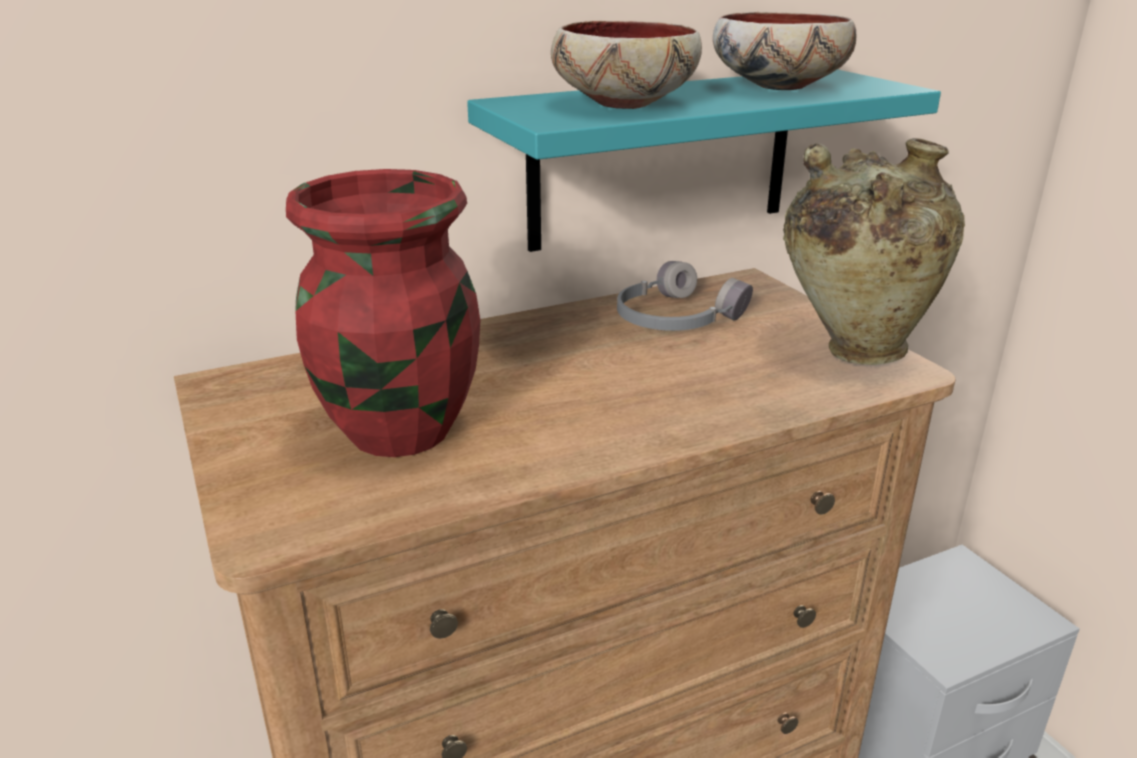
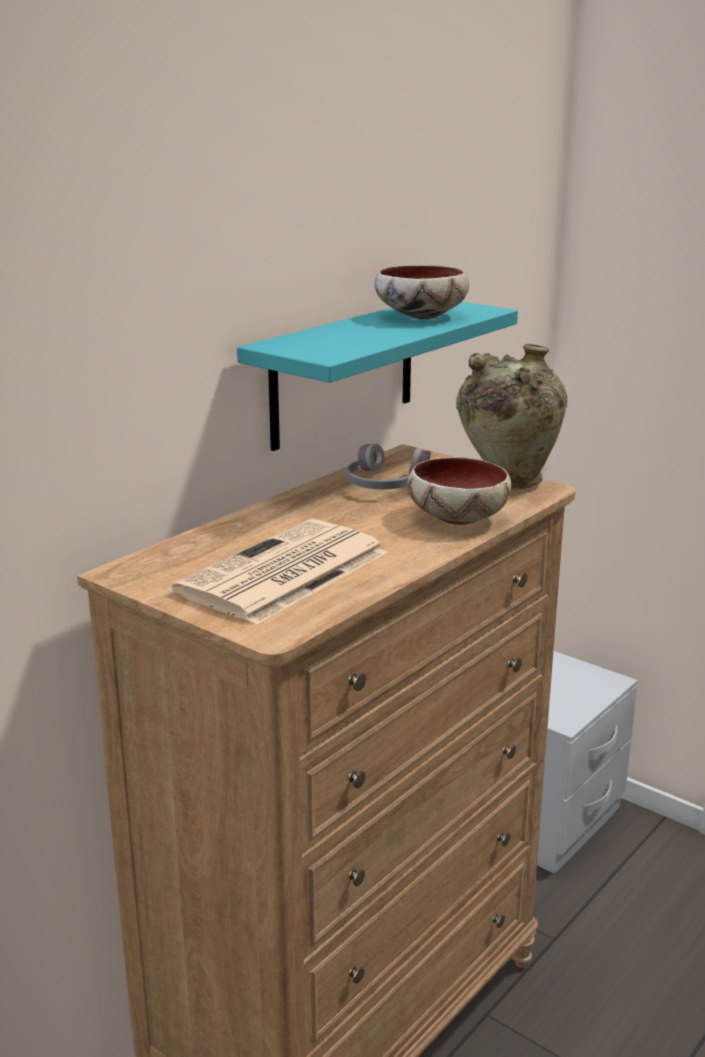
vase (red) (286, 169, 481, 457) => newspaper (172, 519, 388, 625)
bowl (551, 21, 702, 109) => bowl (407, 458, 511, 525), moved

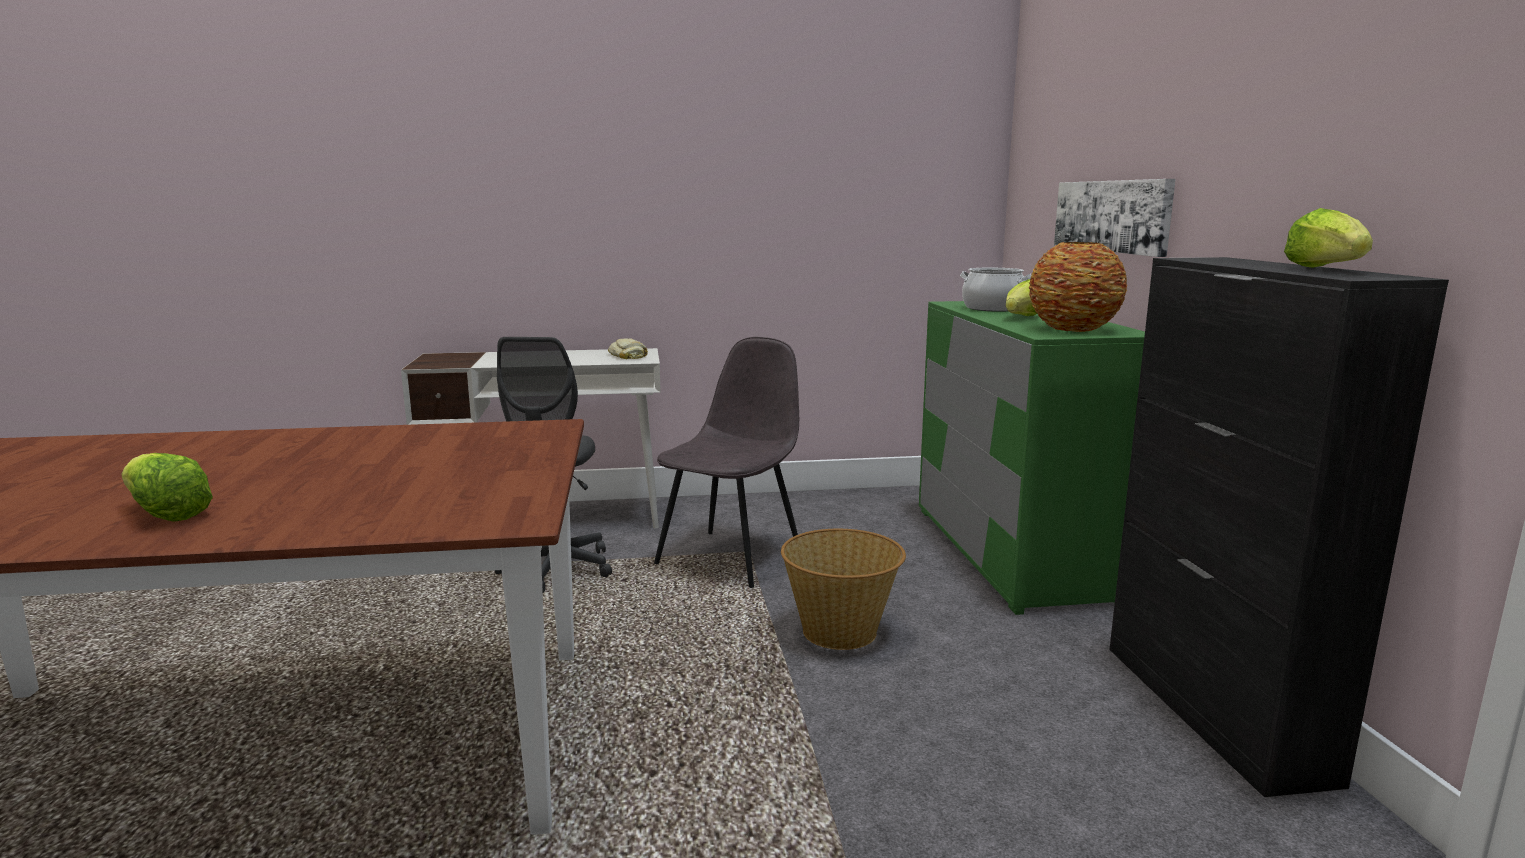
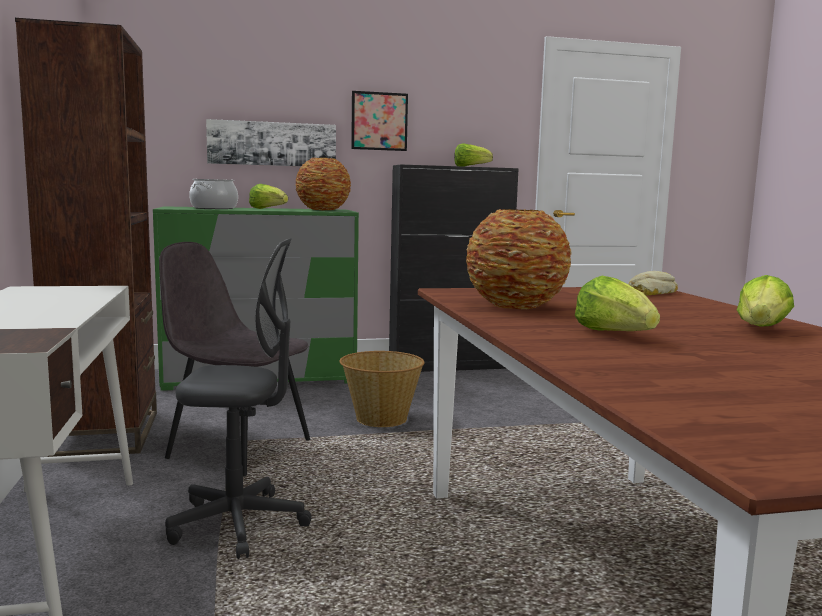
nothing => bookcase (brown) (15, 18, 157, 457)
nothing => picture (351, 91, 408, 151)
nothing => vase (466, 209, 572, 310)
nothing => lettuce (575, 276, 660, 331)
bread (608, 338, 648, 359) => bread (629, 271, 678, 296), moved

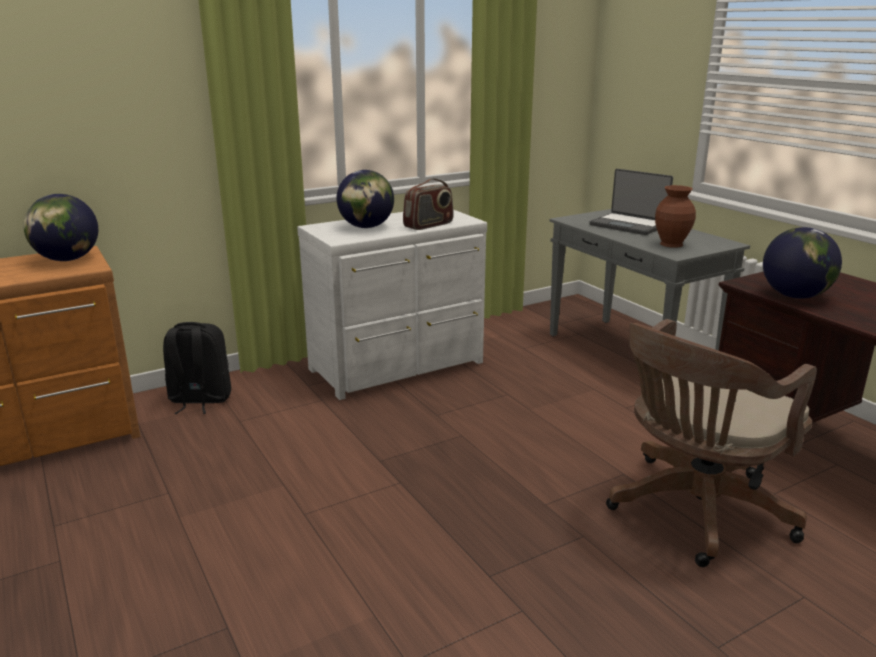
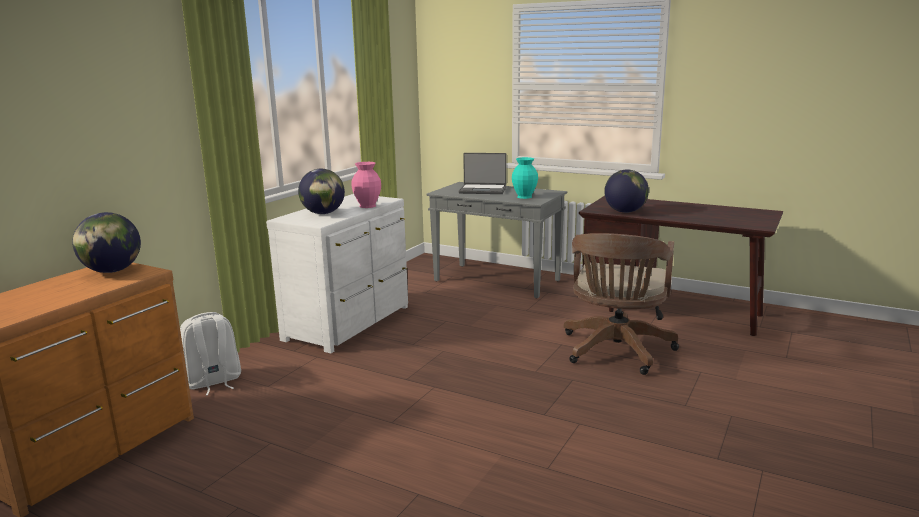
backpack (black) (163, 322, 231, 414) => backpack (white) (180, 312, 241, 396)
radio (403, 178, 453, 230) => vase (pink) (351, 162, 381, 208)
vase (brown) (655, 185, 696, 248) => vase (turquoise) (512, 157, 538, 199)

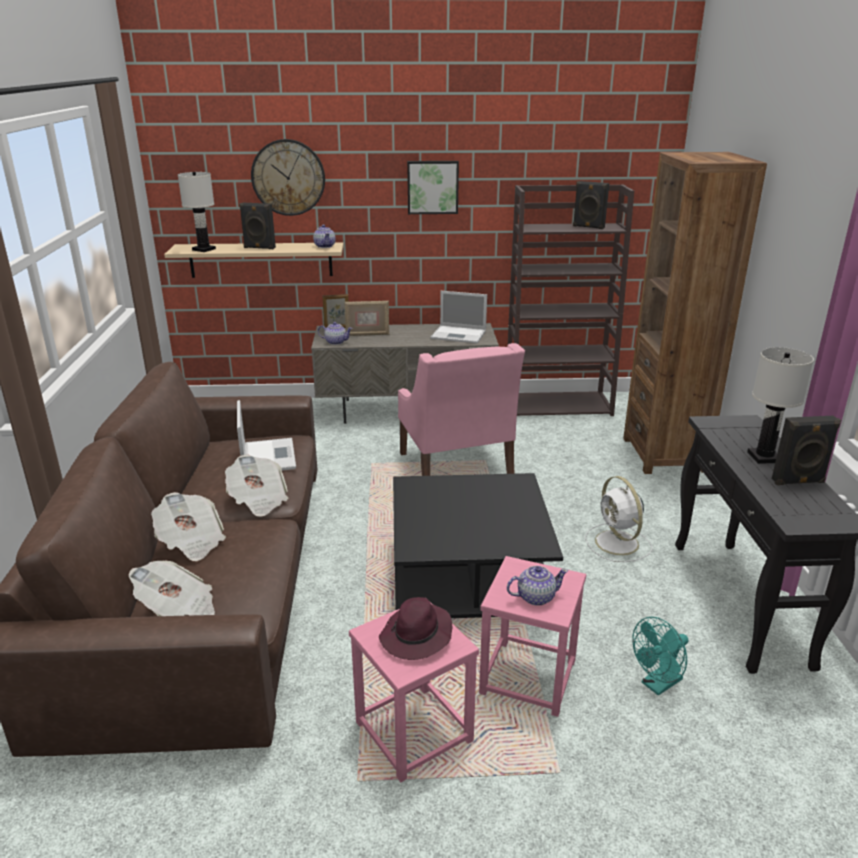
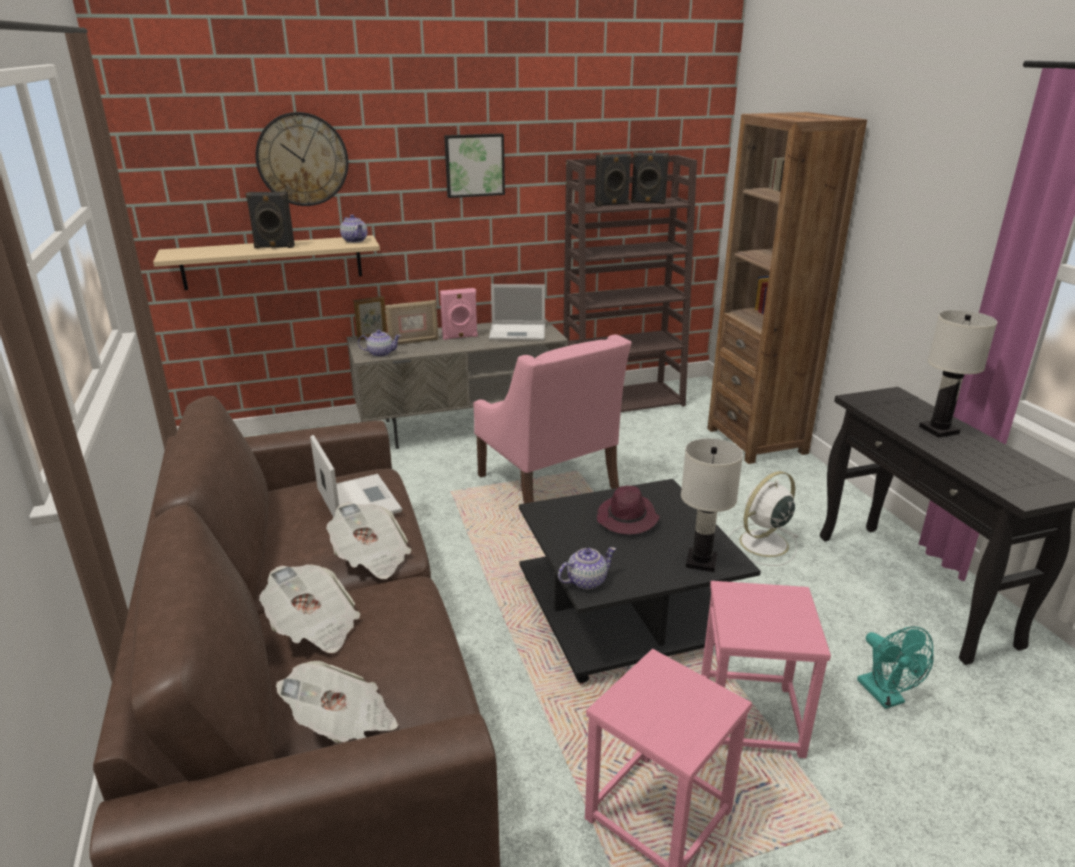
nothing => speaker (pink) (440, 288, 478, 340)
teapot (507, 566, 568, 606) => teapot (558, 547, 616, 589), moved
speaker (black) (772, 415, 841, 485) => speaker (black) (595, 153, 631, 206), moved
hat (purple) (379, 597, 453, 660) => hat (purple) (597, 486, 660, 535), moved
table lamp (white) (178, 172, 216, 252) => table lamp (white) (681, 438, 743, 572), moved
fan (white) (585, 476, 652, 562) => fan (white) (728, 471, 799, 566), 90 degrees clockwise
fan (turquoise) (632, 617, 688, 695) => fan (turquoise) (857, 627, 933, 709), 60 degrees counterclockwise

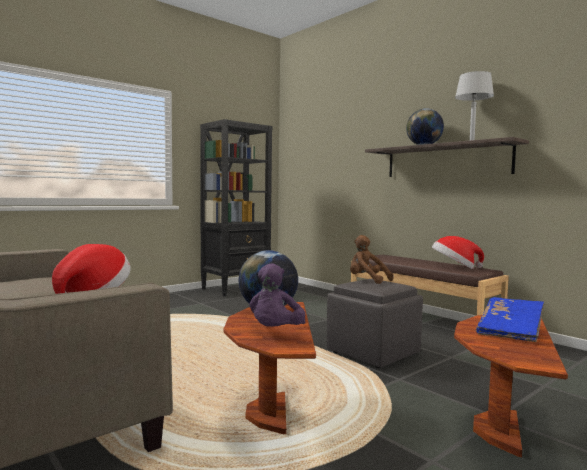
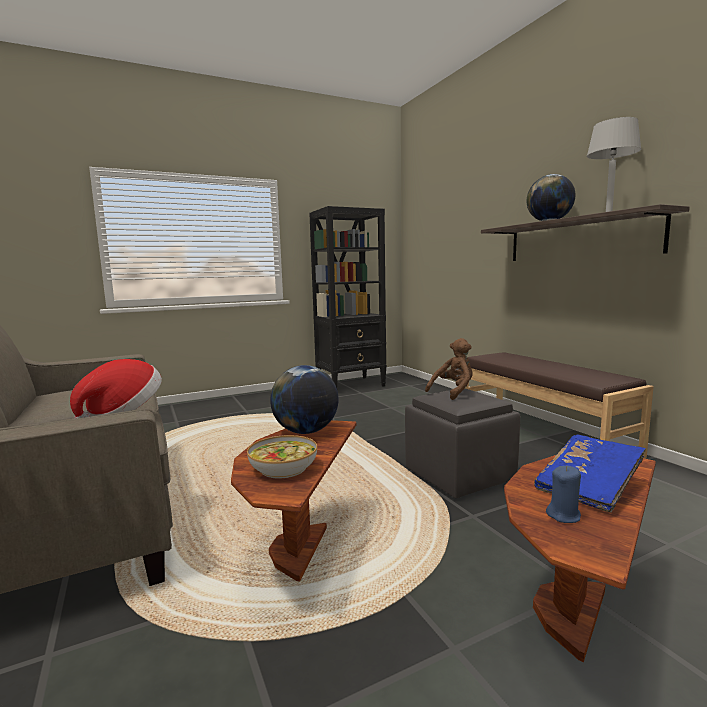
plush toy (purple) (249, 263, 305, 327) => bowl (247, 435, 317, 479)
plush toy (brown) (350, 235, 394, 284) => plush toy (brown) (425, 338, 472, 400), 90 degrees clockwise
nothing => candle (blue) (546, 466, 581, 523)
hat (432, 236, 484, 269) => nothing

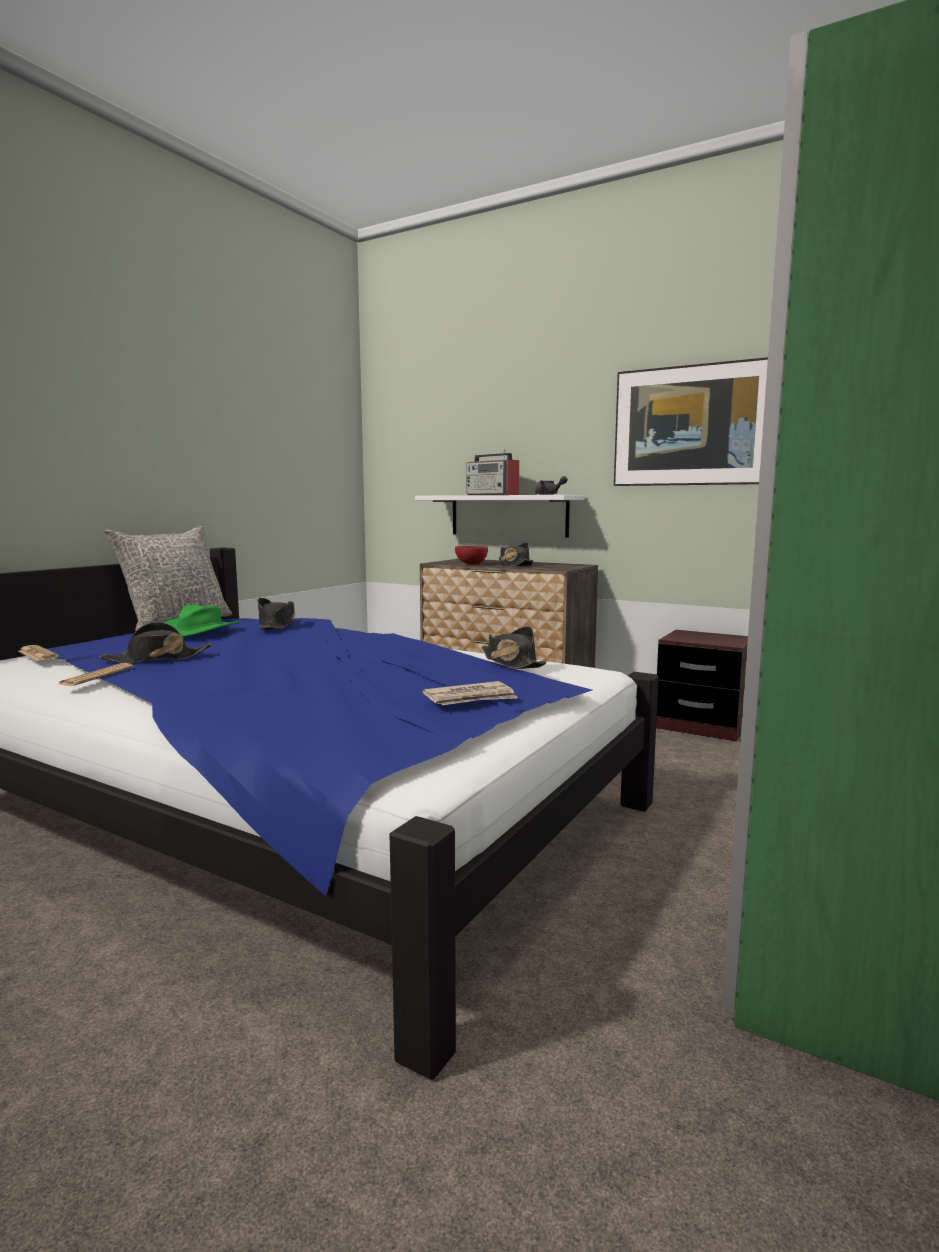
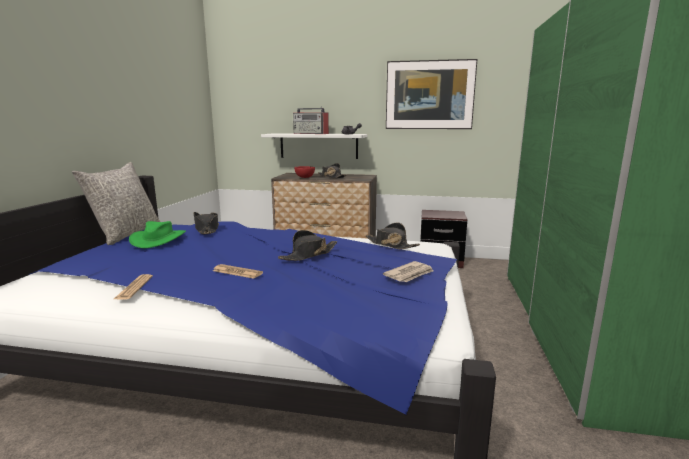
newspaper (18, 645, 59, 661) => newspaper (213, 264, 263, 279), moved
hat (black) (99, 622, 212, 663) => hat (black) (278, 230, 337, 261), moved

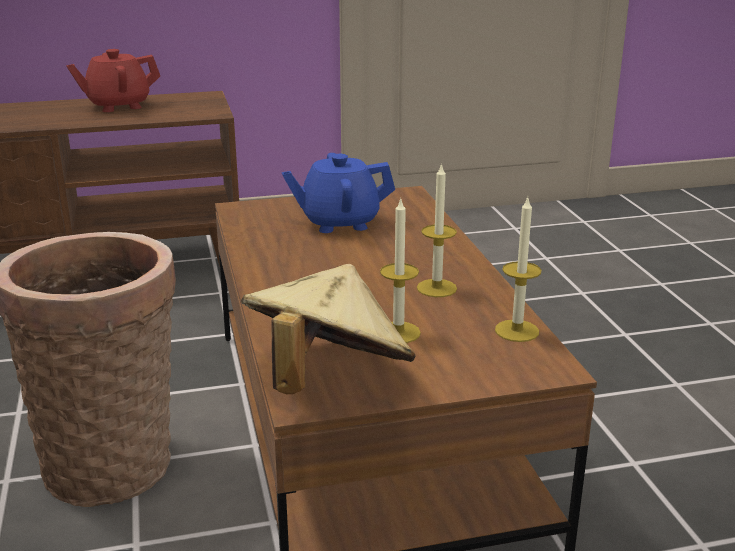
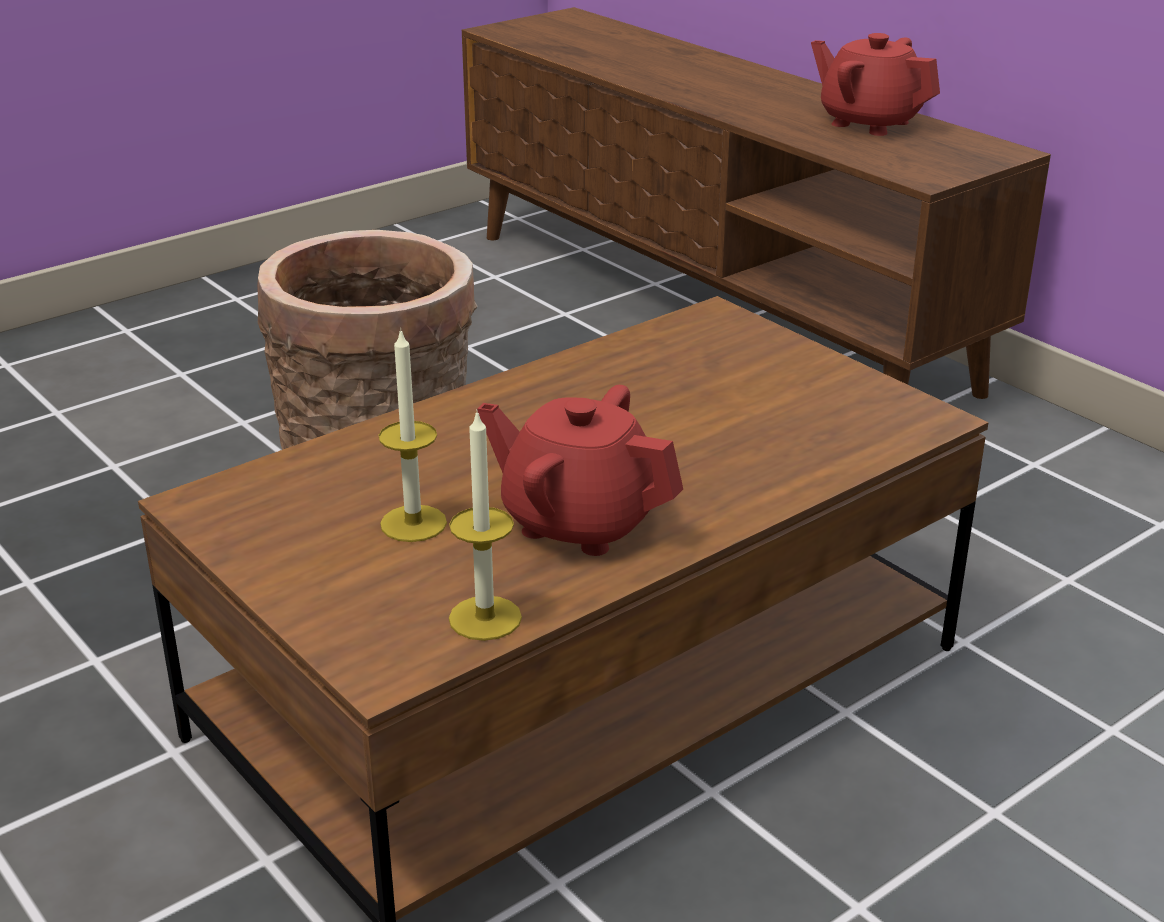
candle (417, 163, 457, 297) => teapot (red) (477, 385, 683, 556)
hat (beige) (241, 264, 416, 394) => nothing
teapot (blue) (282, 153, 395, 233) => nothing

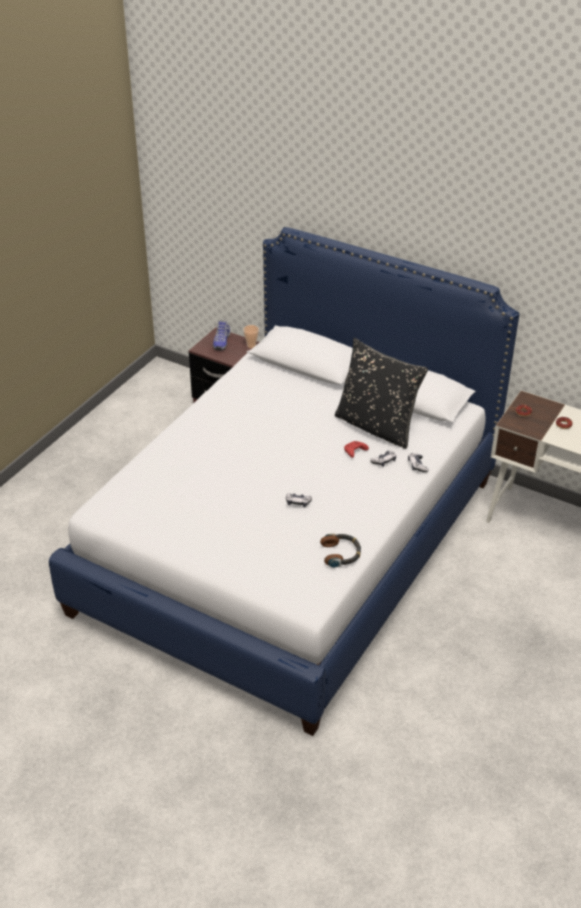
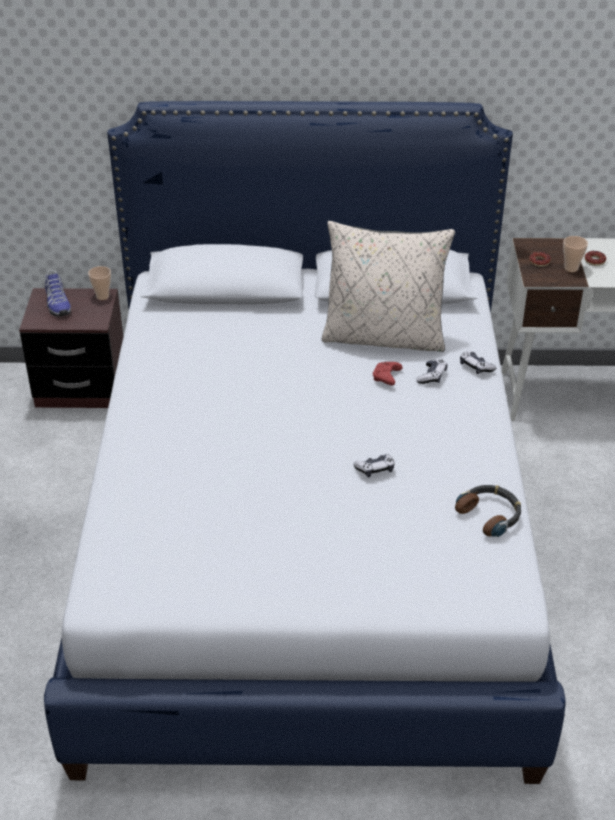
pillow (black) (335, 338, 428, 449) => pillow (beige) (322, 221, 455, 352)
nothing => cup (563, 236, 588, 272)

